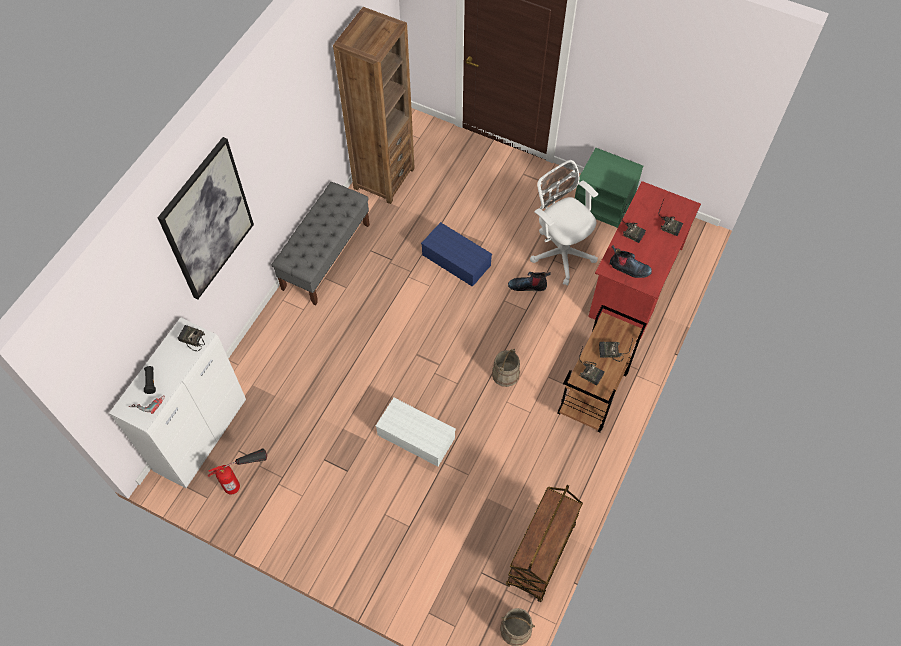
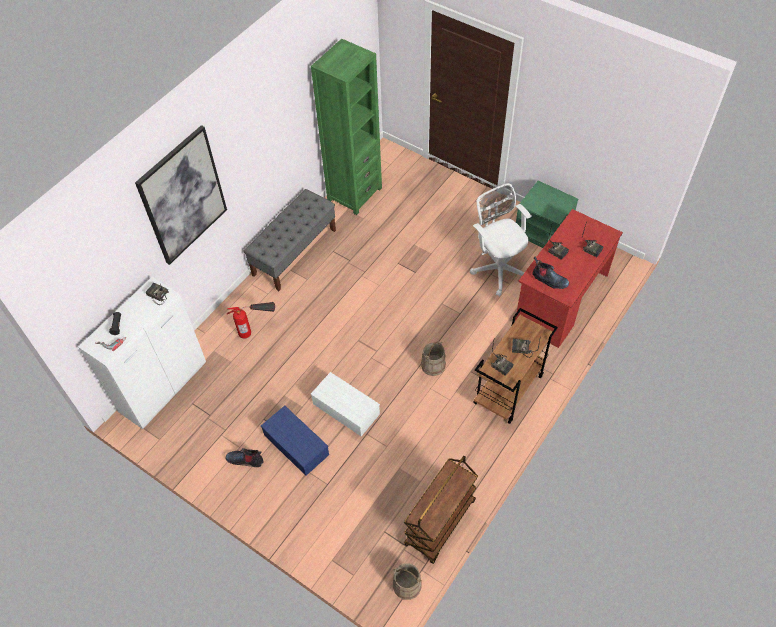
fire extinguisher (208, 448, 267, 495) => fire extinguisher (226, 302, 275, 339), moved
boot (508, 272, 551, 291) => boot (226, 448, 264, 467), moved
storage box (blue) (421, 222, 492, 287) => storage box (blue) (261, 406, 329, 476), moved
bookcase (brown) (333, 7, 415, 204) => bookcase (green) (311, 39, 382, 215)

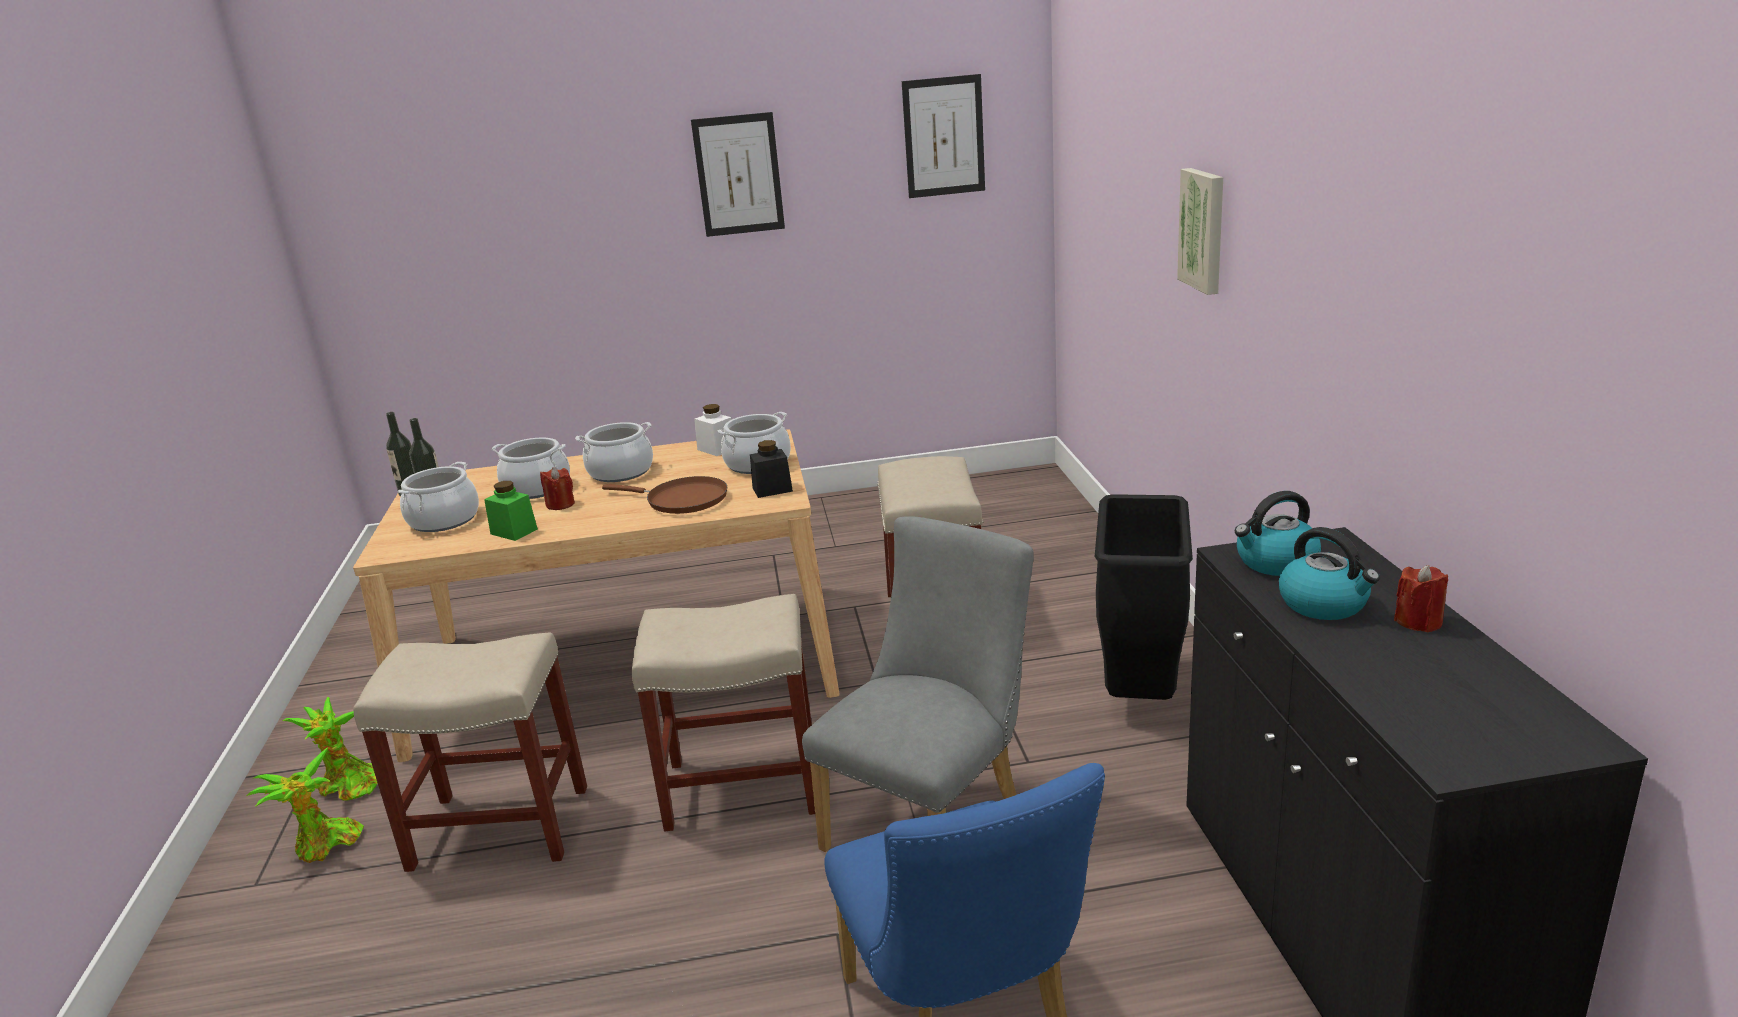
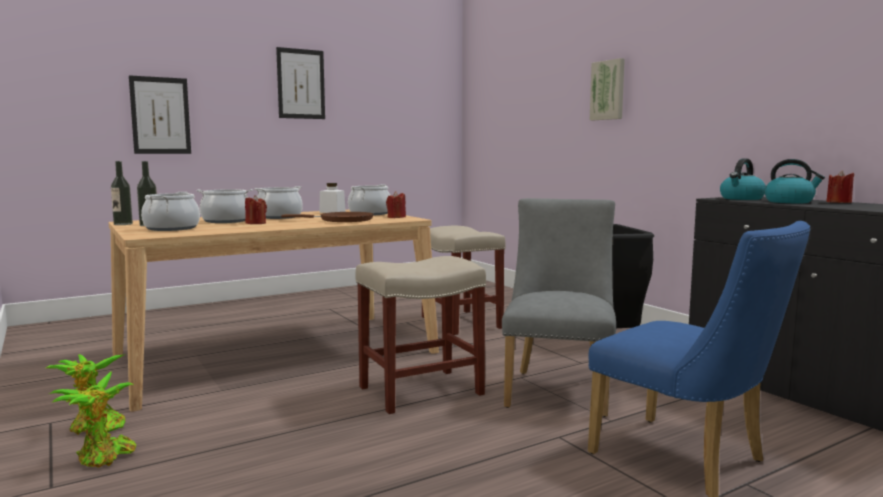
picture (902, 74, 985, 198) => picture (129, 75, 191, 154), moved
jar (black) (750, 440, 793, 498) => candle (red) (386, 192, 406, 218)
stool (beige) (353, 632, 587, 872) => nothing
jar (green) (484, 481, 538, 541) => nothing

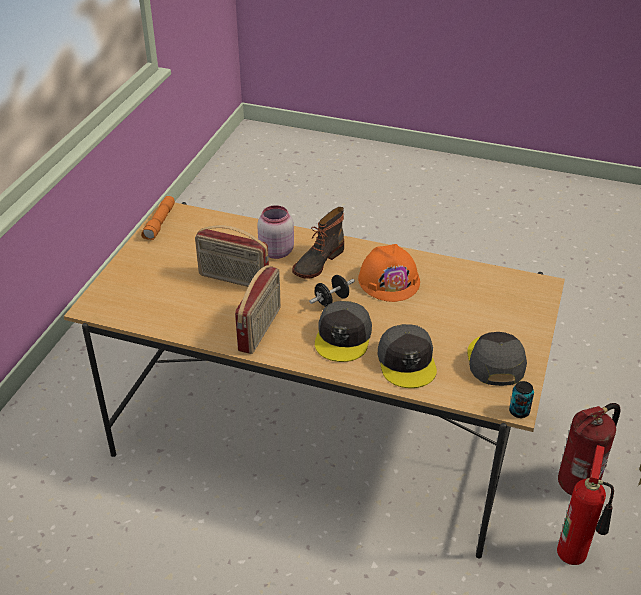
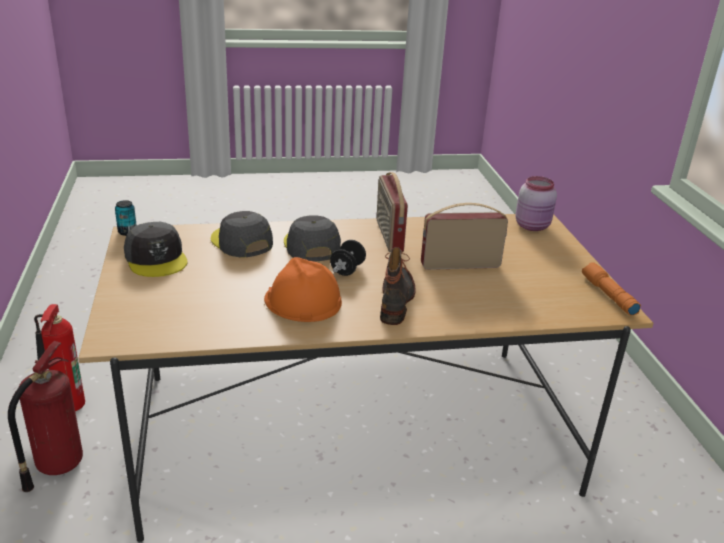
jar (pink) (257, 205, 294, 259) => jar (pink) (515, 176, 557, 231), moved

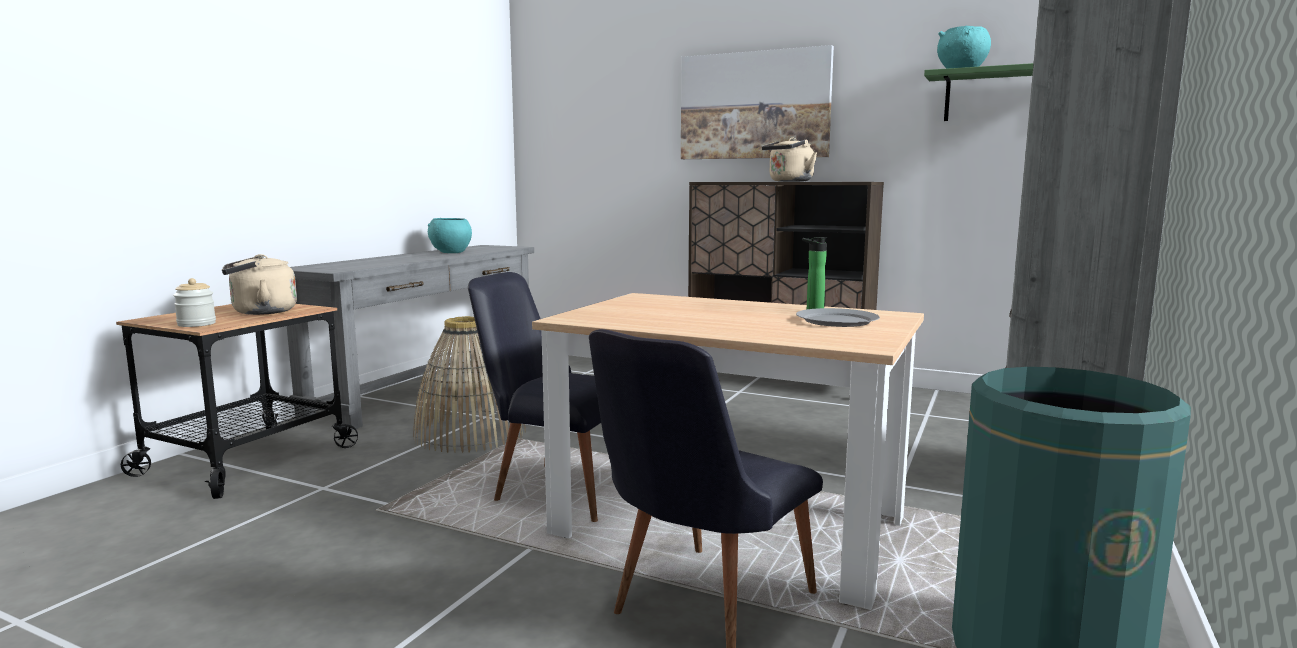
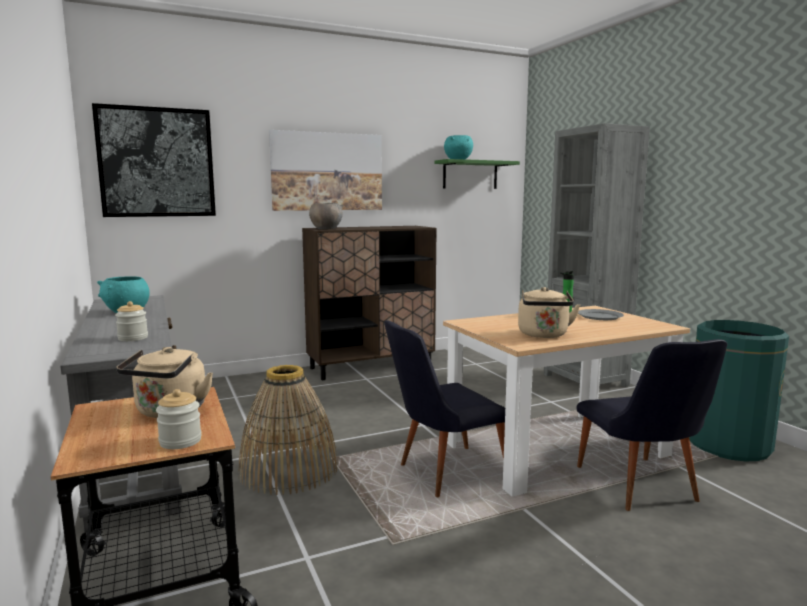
nothing => picture (92, 103, 216, 217)
nothing => jar (115, 301, 148, 341)
nothing => bowl (grey) (309, 203, 344, 229)
kettle (beige) (762, 138, 817, 182) => kettle (beige) (518, 287, 580, 338), moved

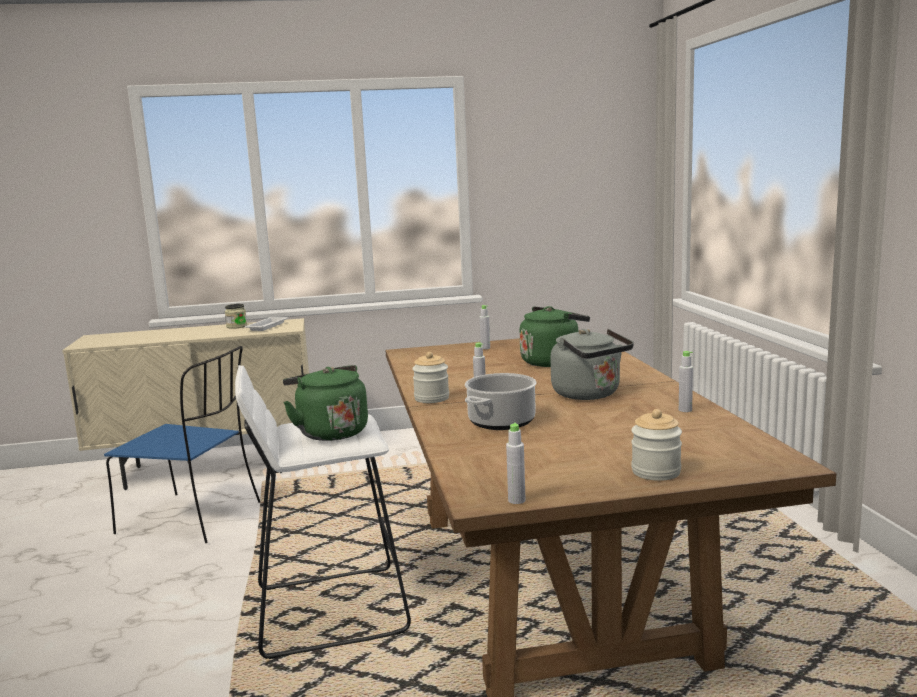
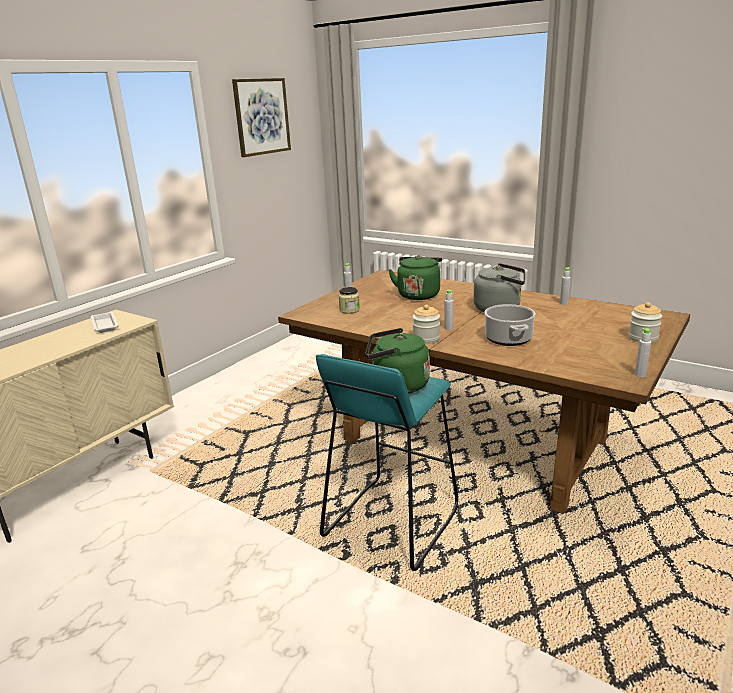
nothing => picture (232, 78, 291, 157)
stool (white) (235, 365, 411, 659) => stool (turquoise) (316, 354, 458, 571)
jar (225, 304, 247, 329) => jar (339, 287, 360, 314), moved
chair (blue) (104, 346, 260, 543) => nothing

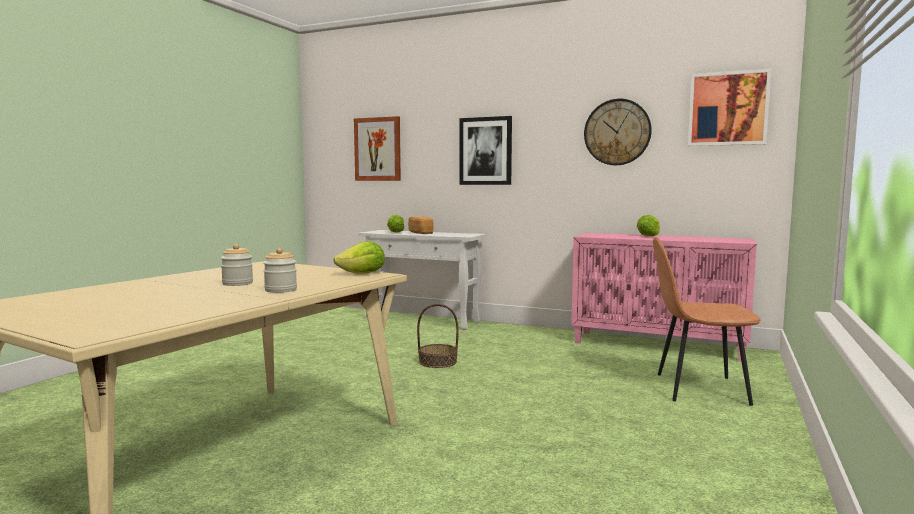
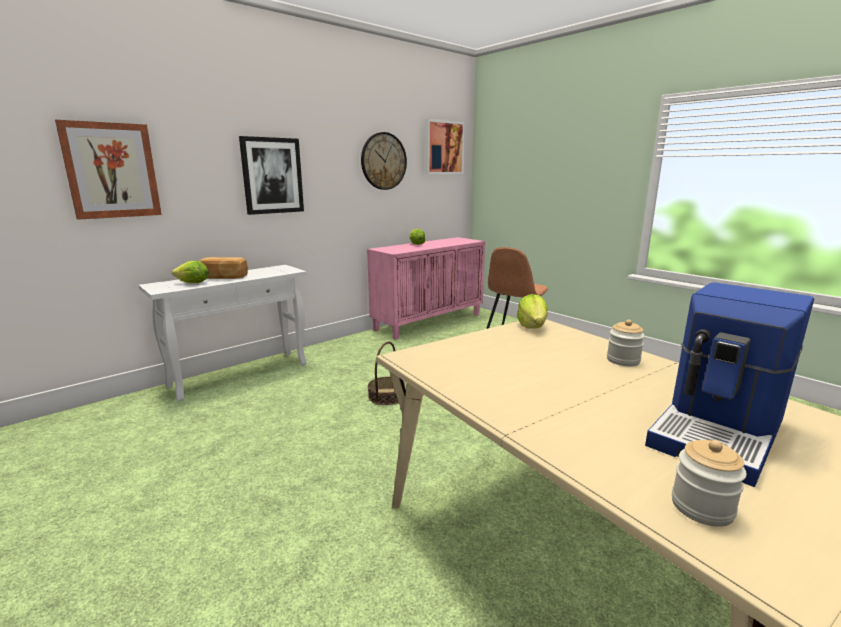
nothing => coffee machine (645, 282, 814, 487)
jar (221, 244, 253, 286) => jar (672, 440, 747, 527), moved

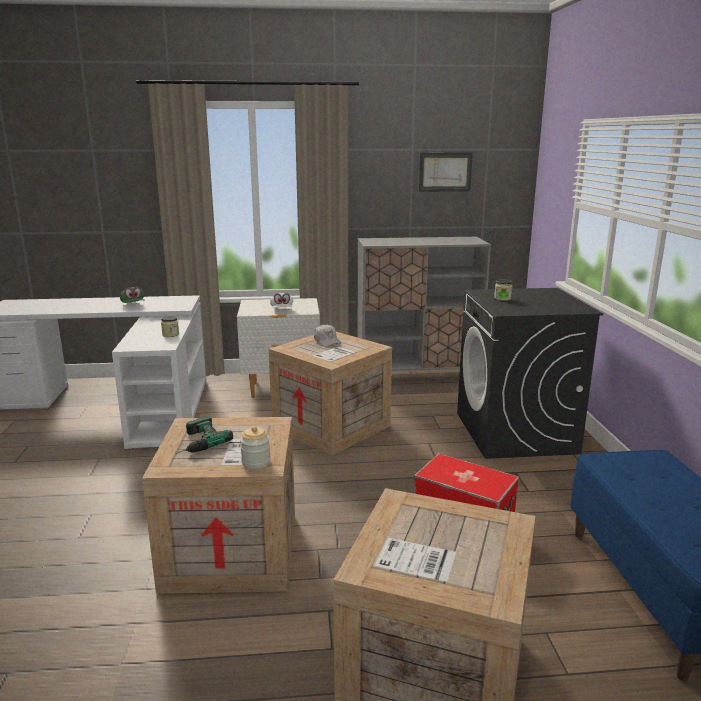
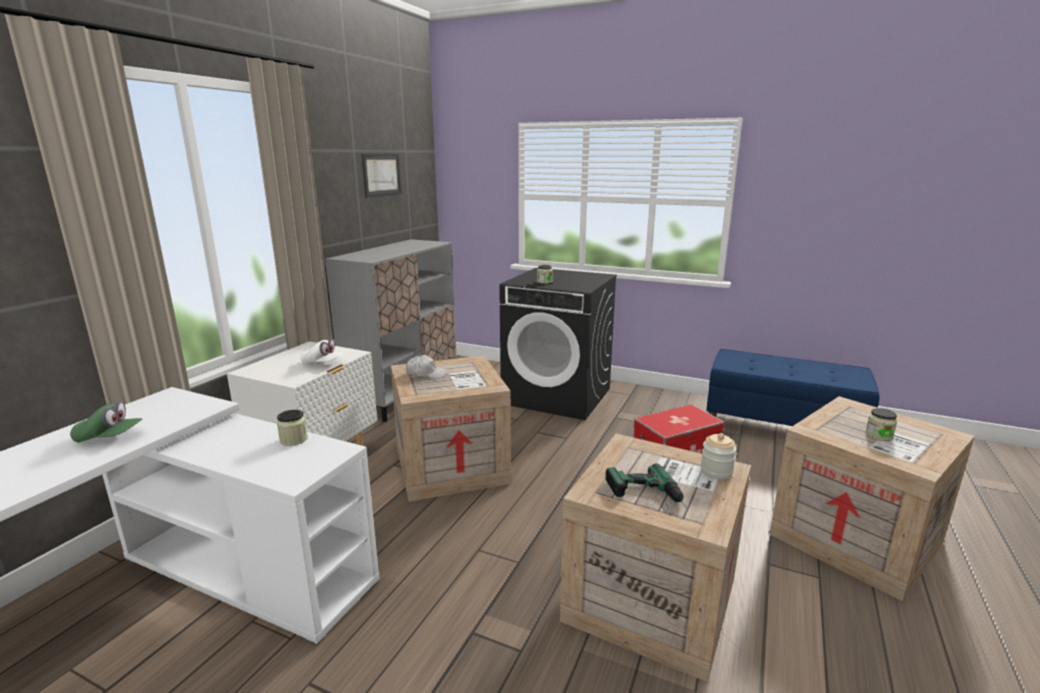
nothing => jar (865, 408, 897, 441)

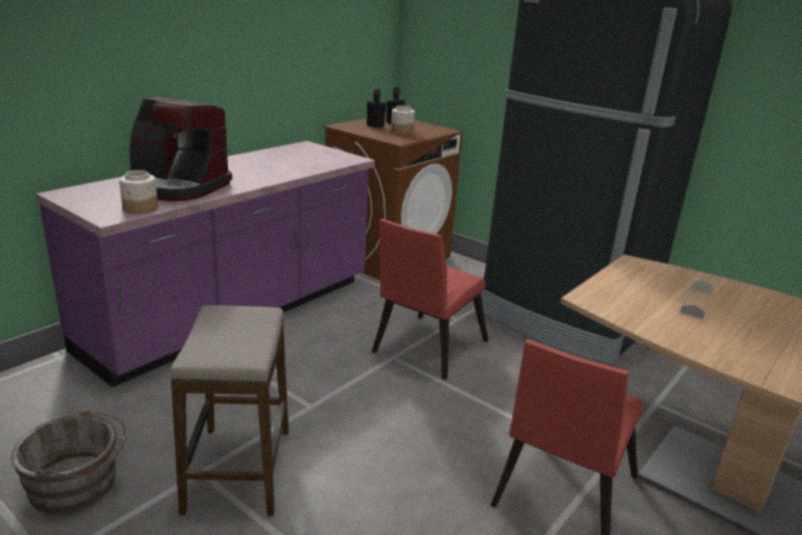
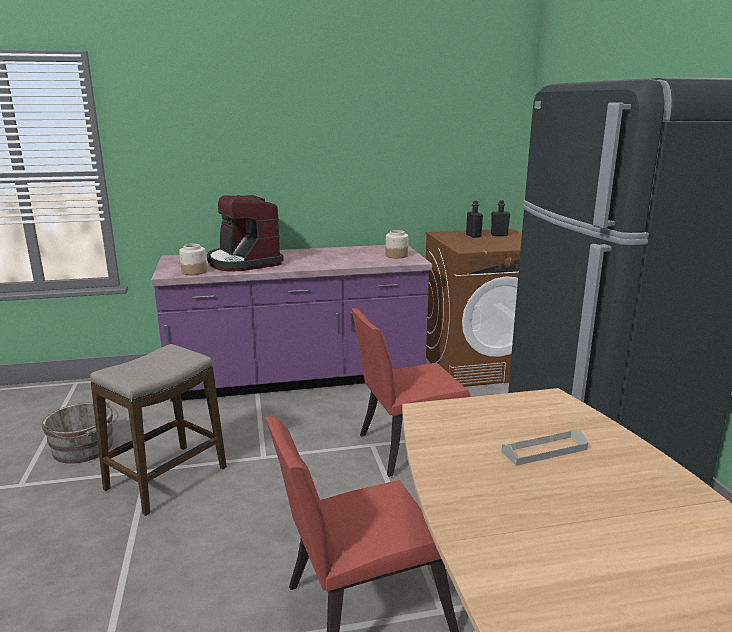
jar (391, 105, 415, 134) => jar (385, 230, 408, 258), moved

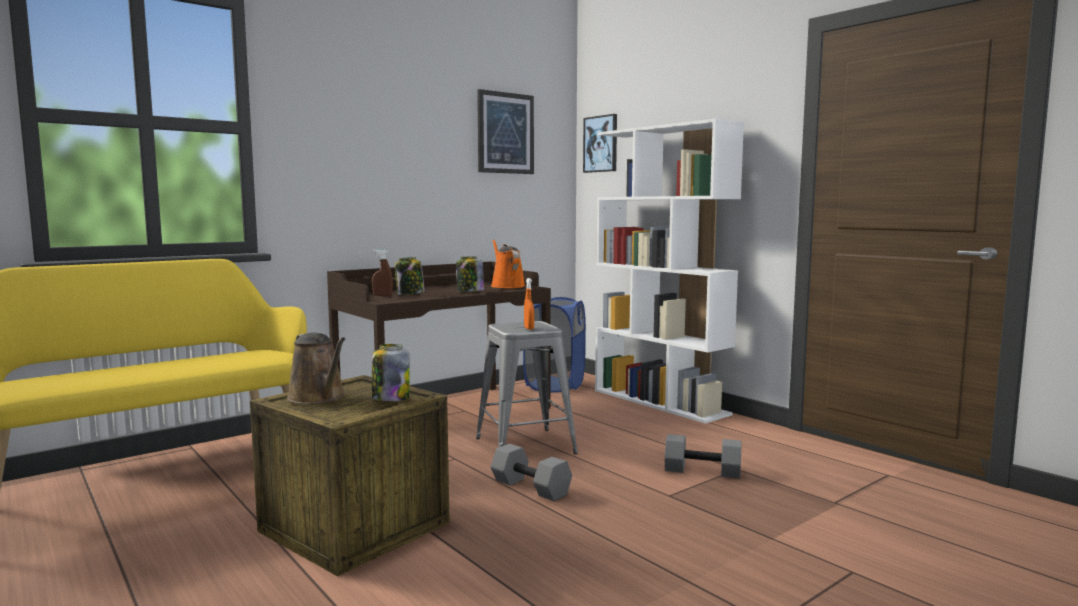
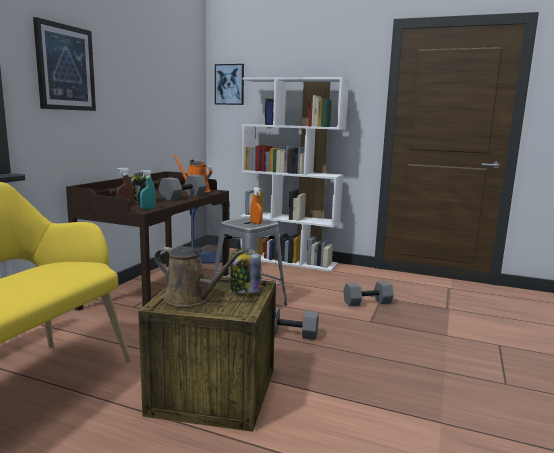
picture (477, 89, 534, 174) => picture (33, 17, 96, 111), moved
nothing => spray bottle (turquoise) (140, 170, 156, 209)
jar (456, 256, 484, 292) => dumbbell (grey) (158, 175, 207, 201)

